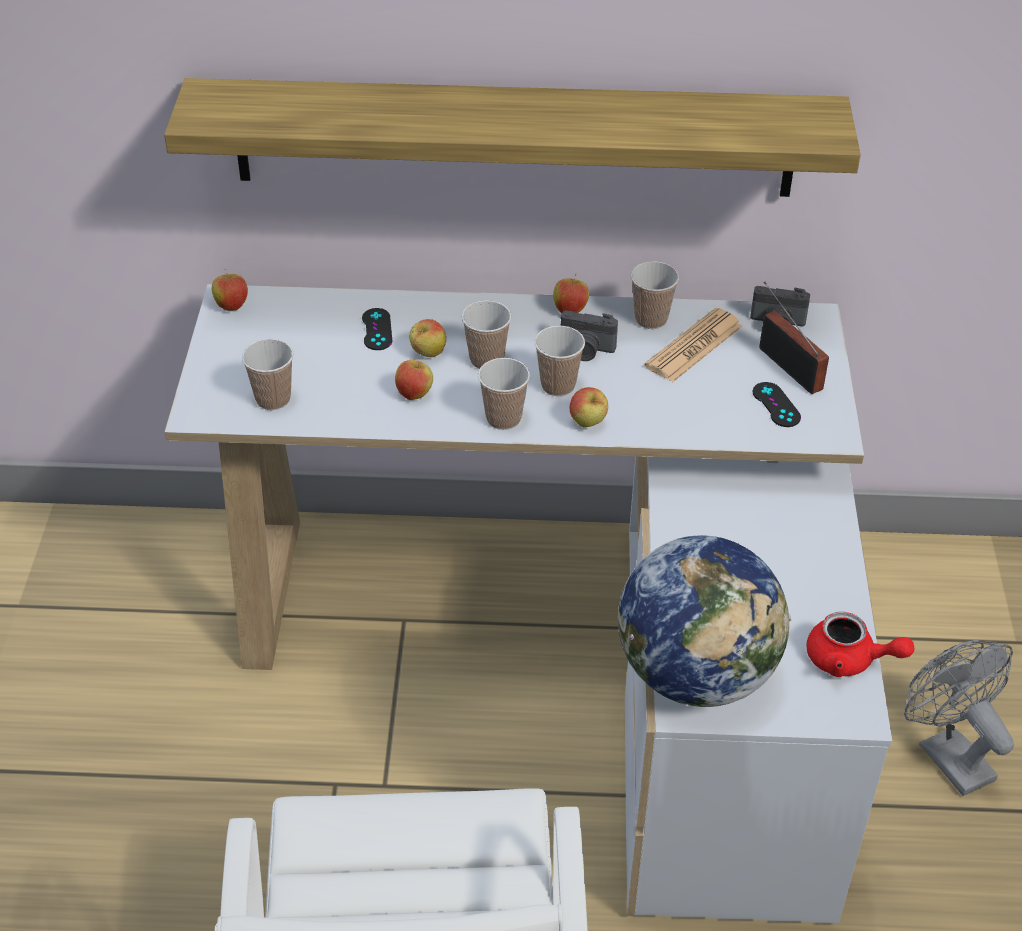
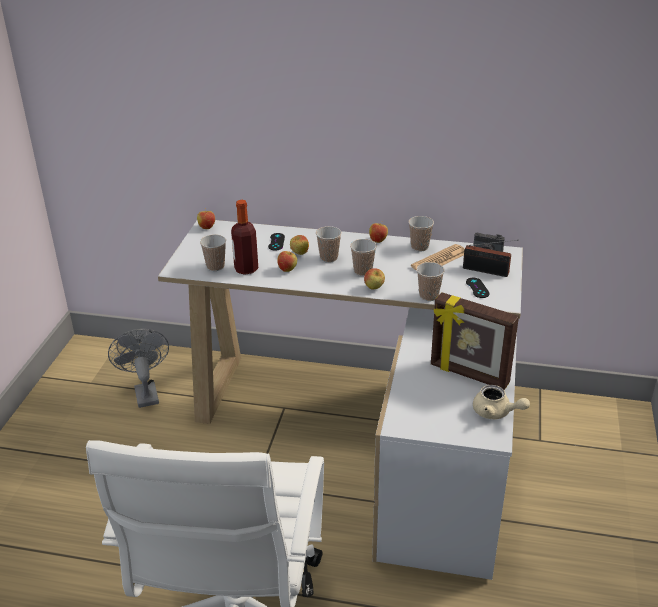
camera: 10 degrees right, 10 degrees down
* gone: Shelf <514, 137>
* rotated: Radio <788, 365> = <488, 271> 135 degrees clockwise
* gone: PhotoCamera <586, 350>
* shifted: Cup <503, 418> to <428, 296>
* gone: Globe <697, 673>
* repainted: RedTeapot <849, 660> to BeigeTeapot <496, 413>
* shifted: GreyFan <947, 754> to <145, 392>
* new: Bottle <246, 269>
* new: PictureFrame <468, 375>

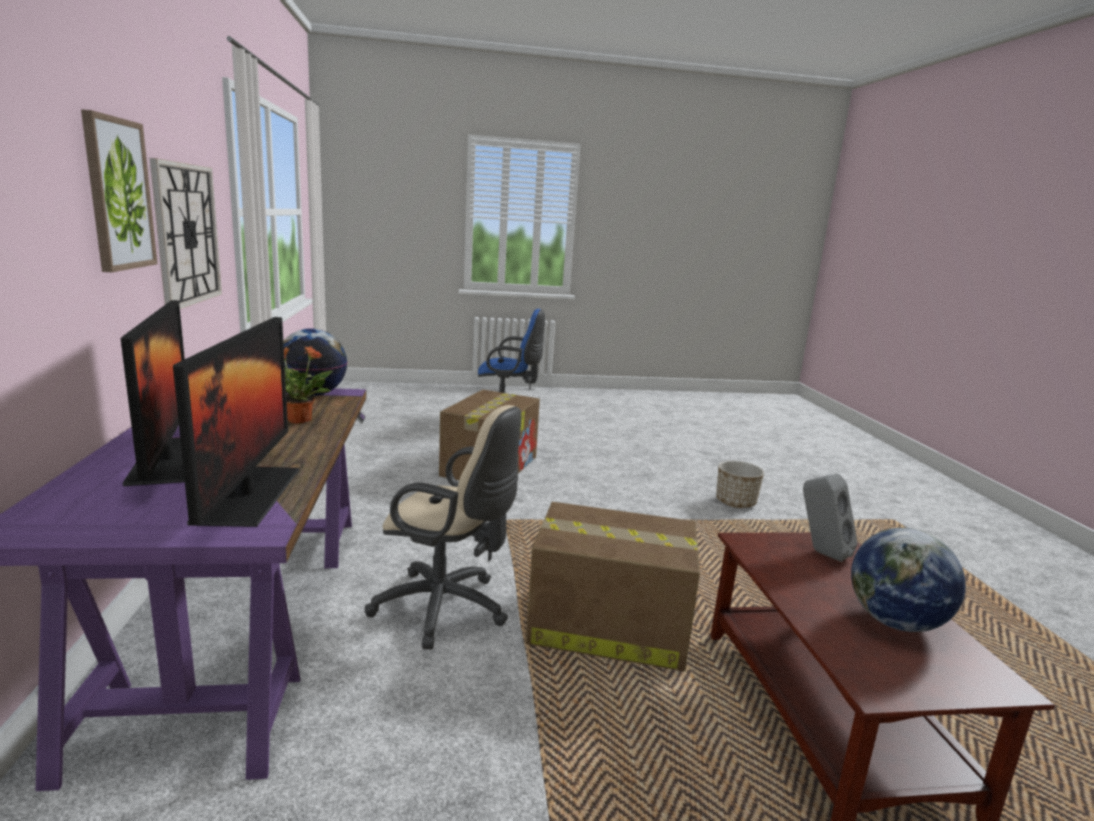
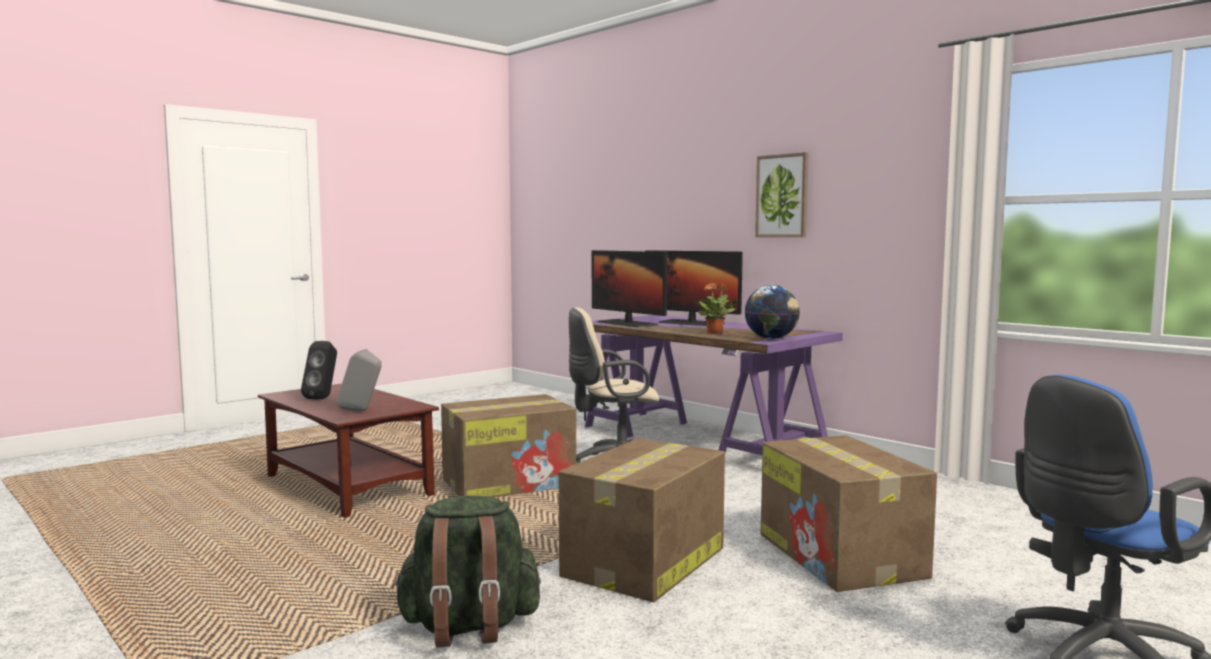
camera: 145 degrees right, 10 degrees down
* gone: WallClock <187, 234>
* swapped: Planter <735, 502> to GreenBackpack <469, 627>
* swapped: Globe <894, 622> to BlackSpeaker <323, 398>
* new: CardboardBox <643, 563>

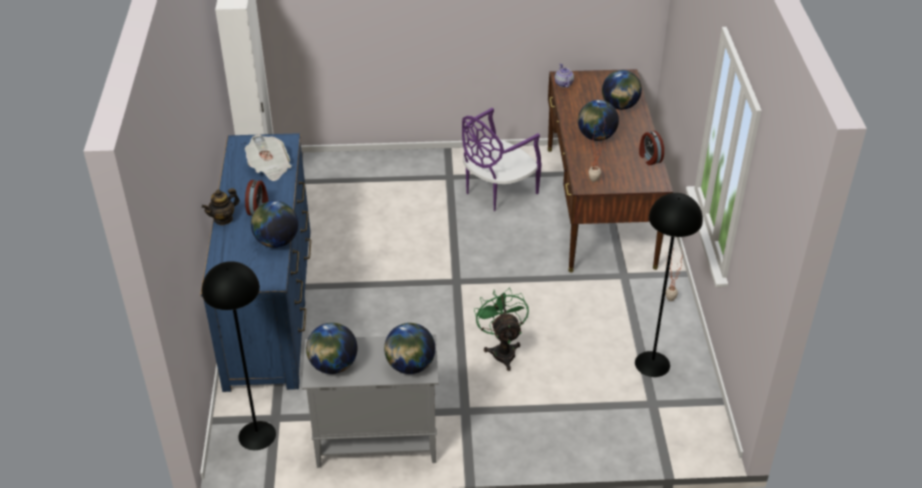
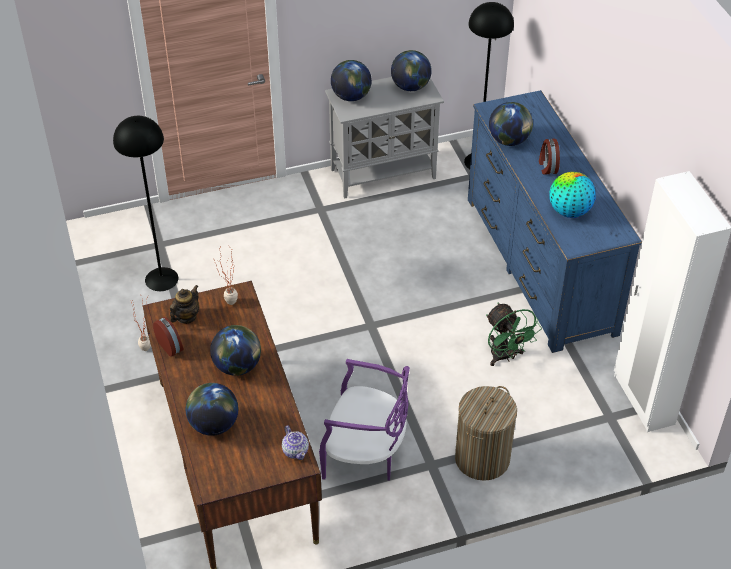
camera: 165 degrees right, 5 degrees up
* rotated: PurpleChair <497, 191> = <365, 455> 75 degrees clockwise
* swapped: Newspaper <269, 167> to Globe <569, 211>
* shifted: Teapot <223, 219> to <186, 317>
* shifted: GreenFan <502, 350> to <505, 356>
* new: LaundryBasket <482, 458>

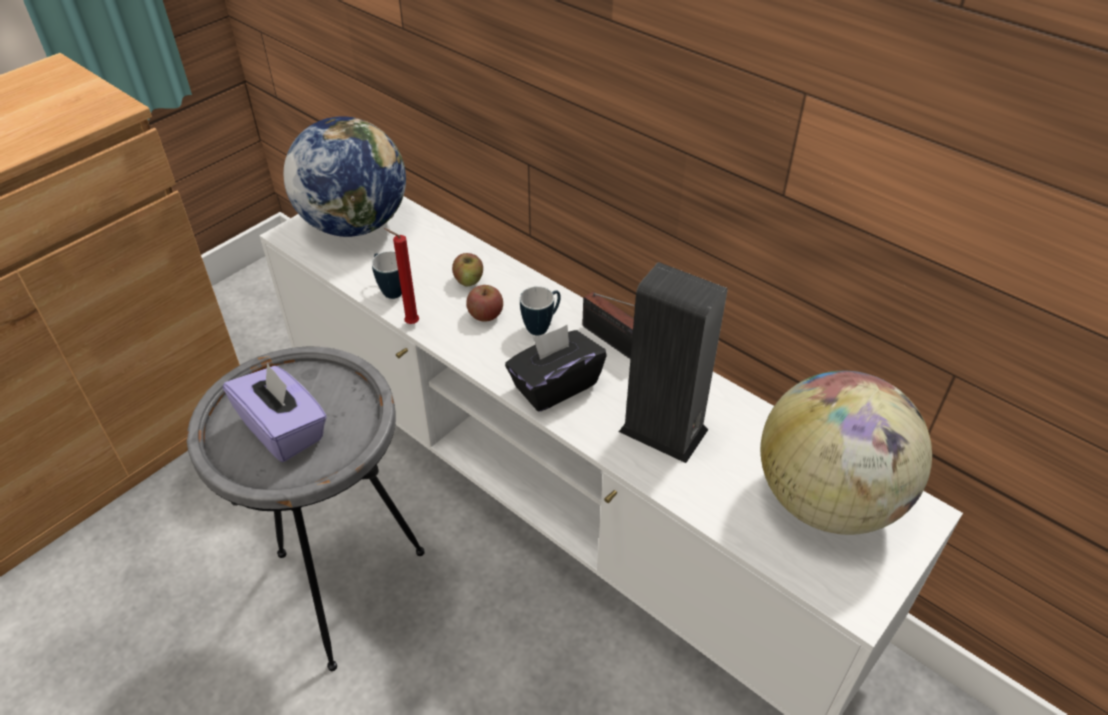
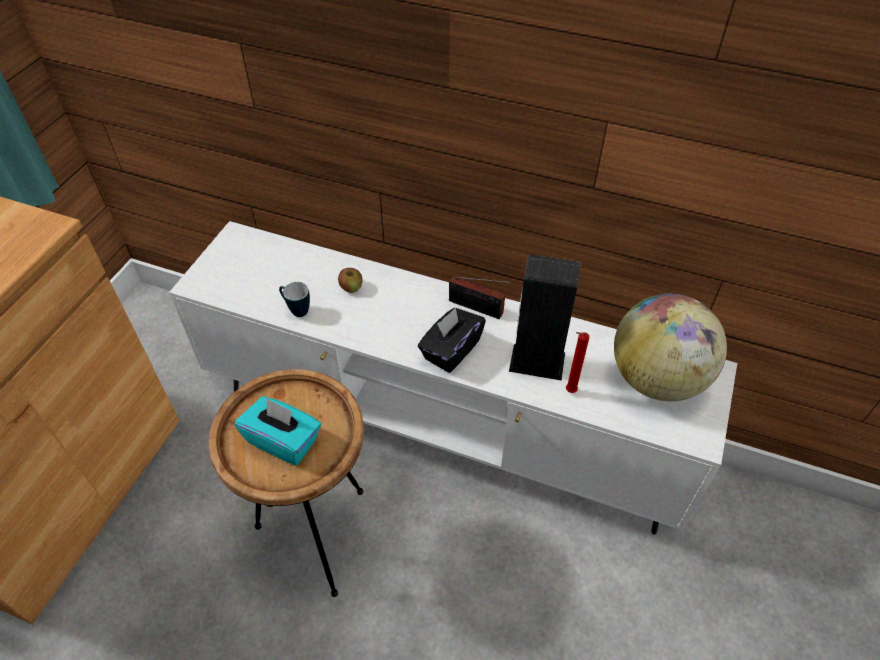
camera: 20 degrees left, 5 degrees up
* gone: Globe <354, 224>
* shifted: RedCandle <410, 323> to <569, 391>
* gone: Apple <485, 315>
* gone: Mug <542, 326>
* repainted: GreySideTable <346, 588> to BrownSideTable <318, 535>
* repainted: PurpleTissueBox <284, 429> to TurquoiseTissueBox <283, 441>

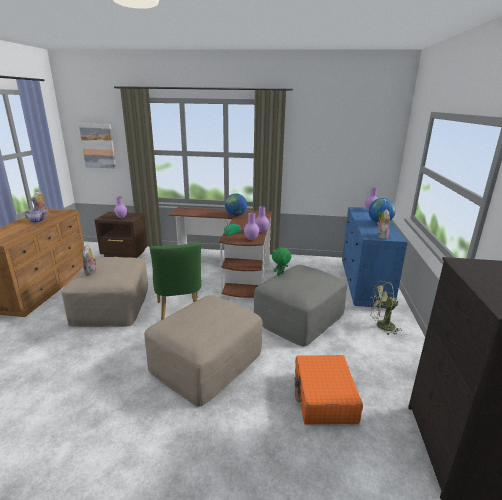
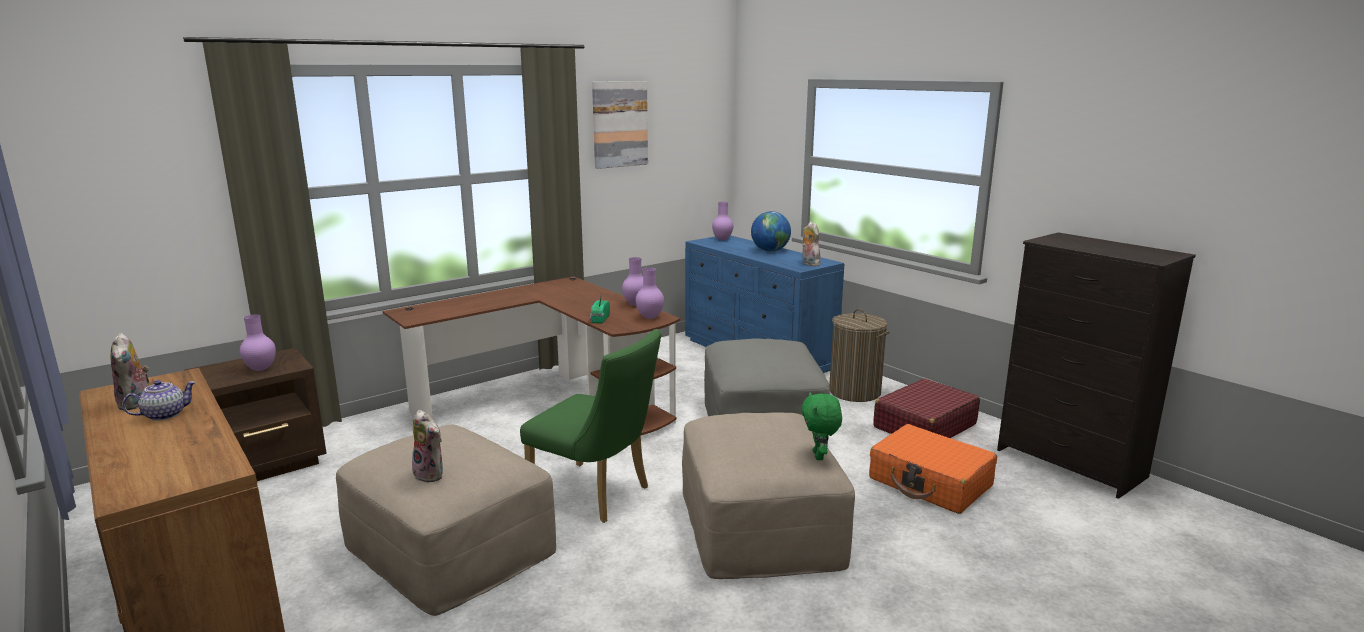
camera: 45 degrees left, 5 degrees down
* shifted: Picture <98, 146> to <619, 124>
* gone: Globe <235, 215>
* shifted: GreenPlushToy <280, 274> to <819, 456>
* swapped: GreenFan <381, 326> to LaundryBasket <855, 392>
* new: RedSuitcase <924, 426>

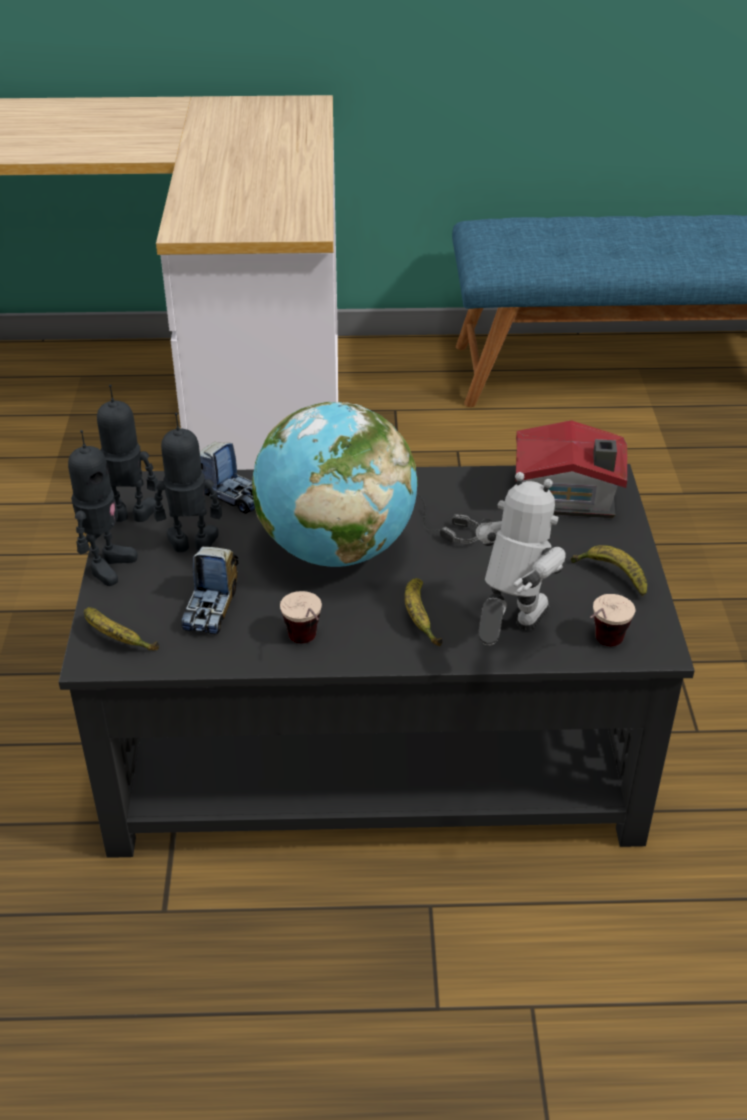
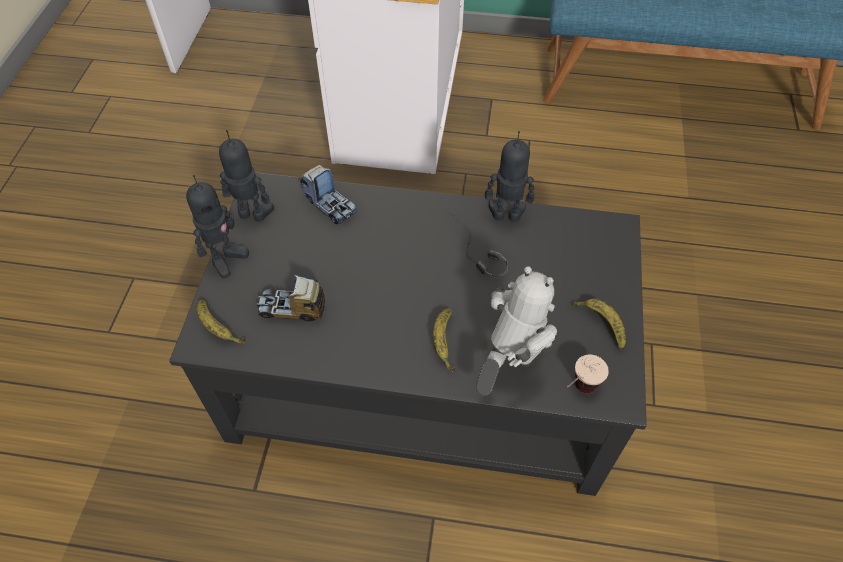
camera: 10 degrees right, 15 degrees up
* gone: Globe <336, 549>
* shifted: ToyRobot <192, 545> to <506, 215>
* gone: ToyHouse <568, 498>
* rotated: ToyTruck <212, 607> = <292, 309> 75 degrees clockwise
* gone: Cup <307, 645>

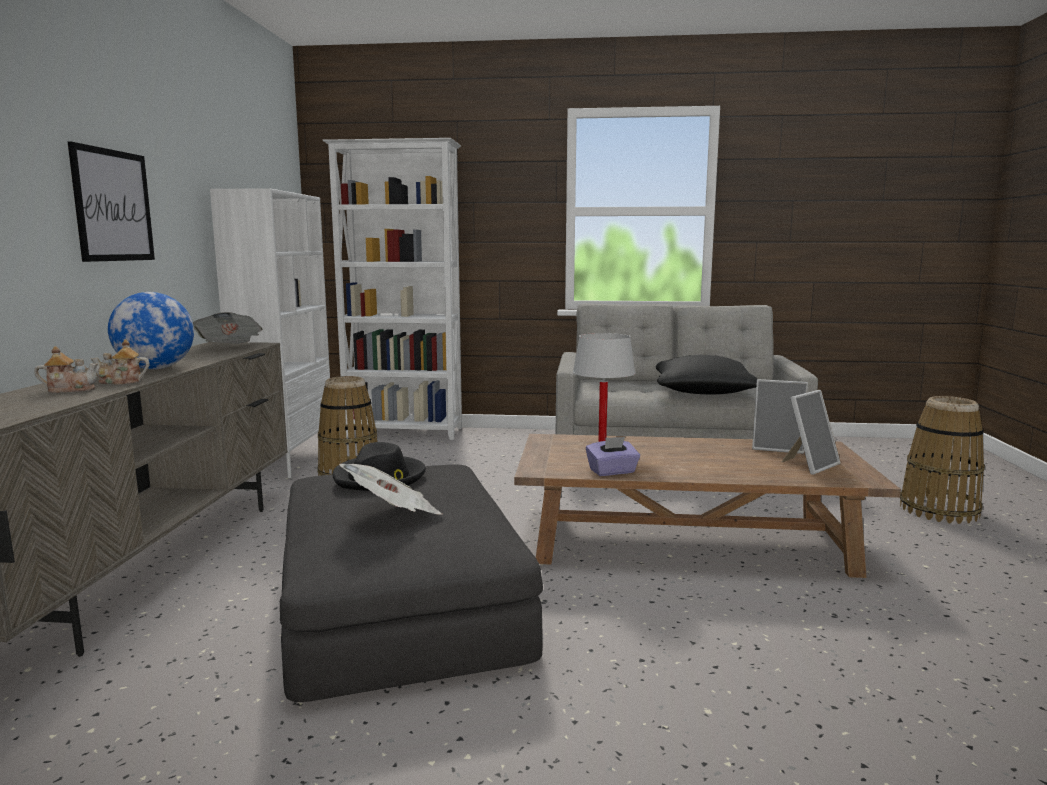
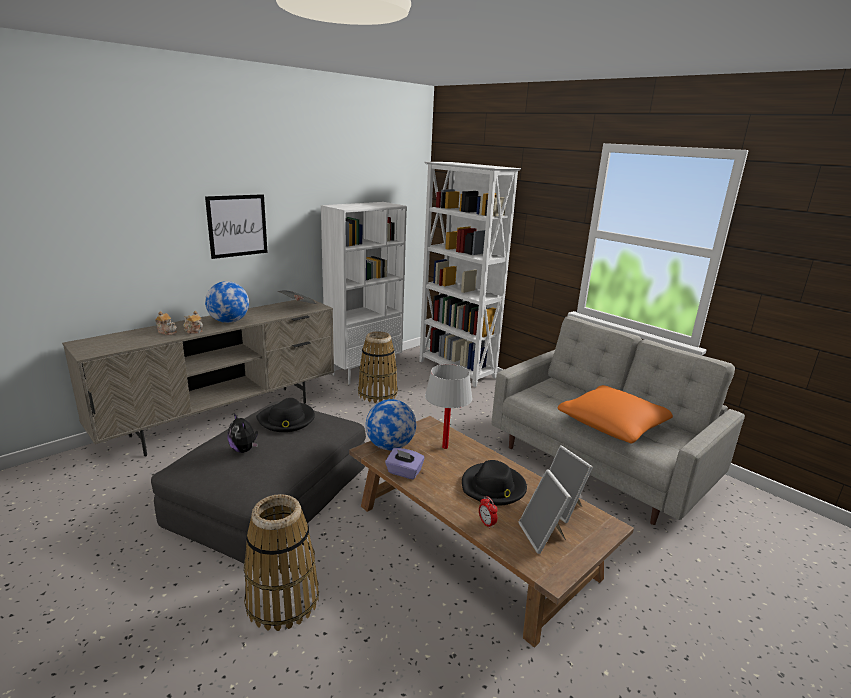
camera: 40 degrees right, 10 degrees up
* repainted: BlackPillow <702, 392> to OrangePillow <612, 425>
* rotated: PictureFrame <809, 465> = <542, 536> 75 degrees clockwise
* shifted: Basket <938, 510> to <283, 600>
* swapped: Newspaper <393, 513> to PlushToy <244, 450>
* new: Globe <390, 446>
* new: BlackHat <493, 487>
* new: AlarmClock <486, 523>

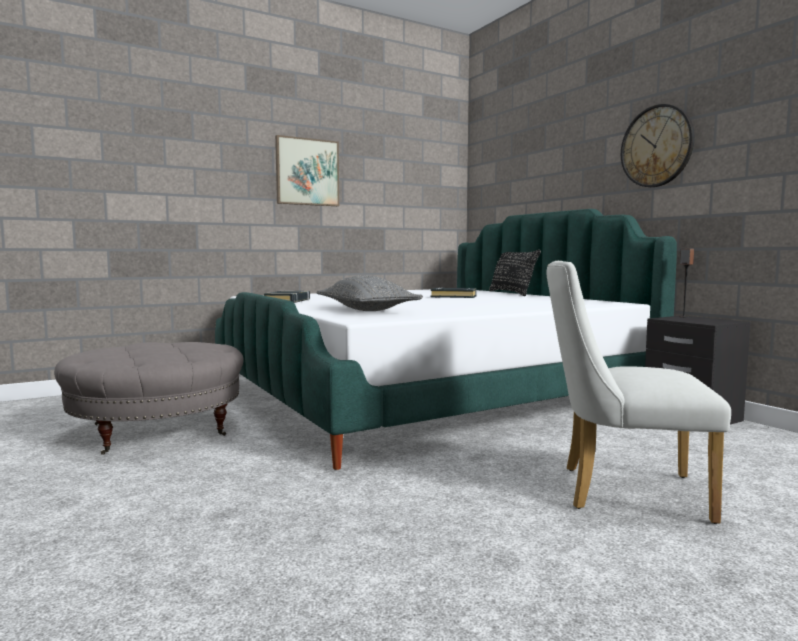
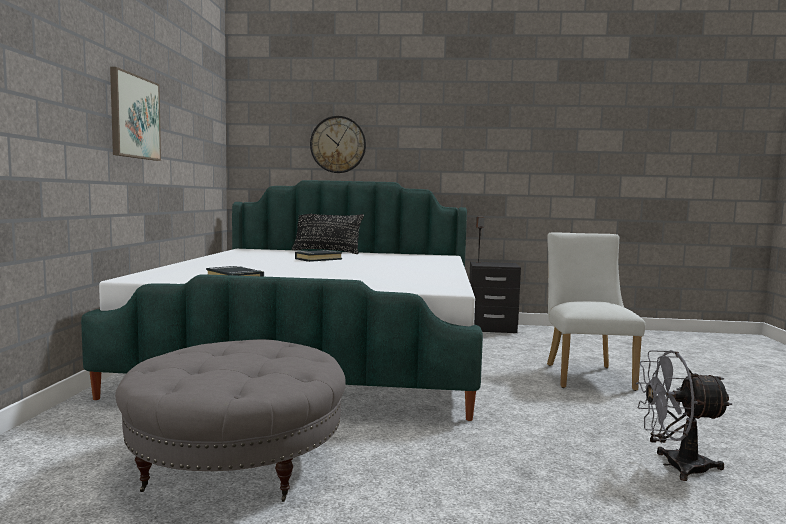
camera: 55 degrees left, 0 degrees up
* shifted: WallClock <656, 146> to <338, 144>
* rotated: WhiteChair <620, 491> = <585, 374> 135 degrees clockwise
* gone: GreyPillow <366, 310>
* new: GreyFan <675, 466>

